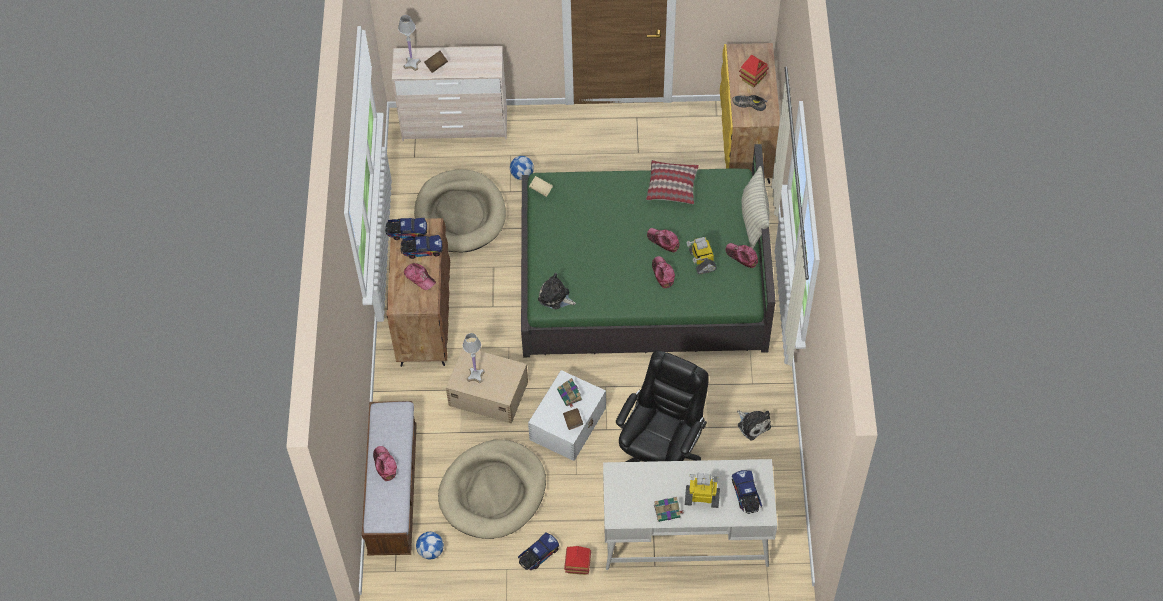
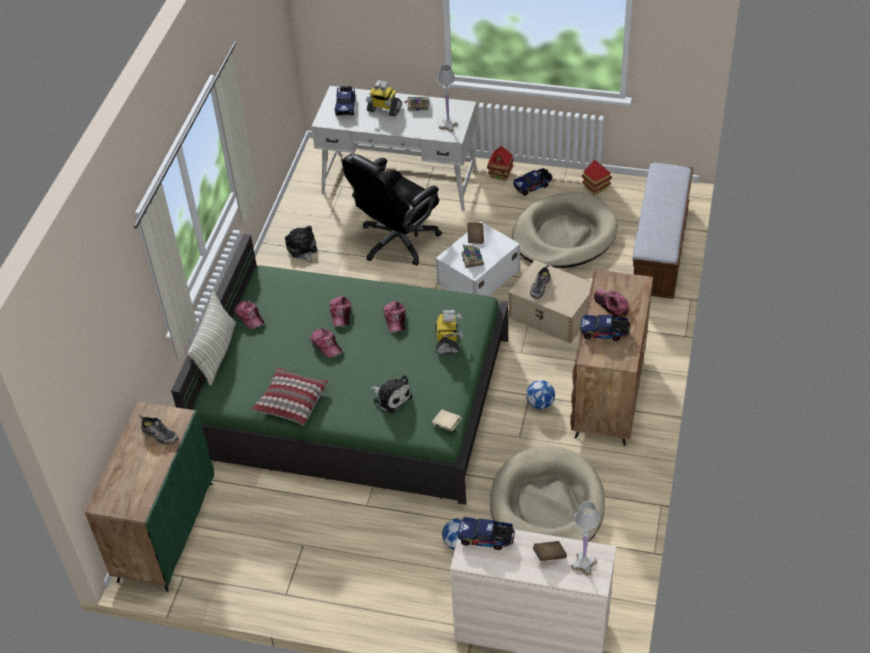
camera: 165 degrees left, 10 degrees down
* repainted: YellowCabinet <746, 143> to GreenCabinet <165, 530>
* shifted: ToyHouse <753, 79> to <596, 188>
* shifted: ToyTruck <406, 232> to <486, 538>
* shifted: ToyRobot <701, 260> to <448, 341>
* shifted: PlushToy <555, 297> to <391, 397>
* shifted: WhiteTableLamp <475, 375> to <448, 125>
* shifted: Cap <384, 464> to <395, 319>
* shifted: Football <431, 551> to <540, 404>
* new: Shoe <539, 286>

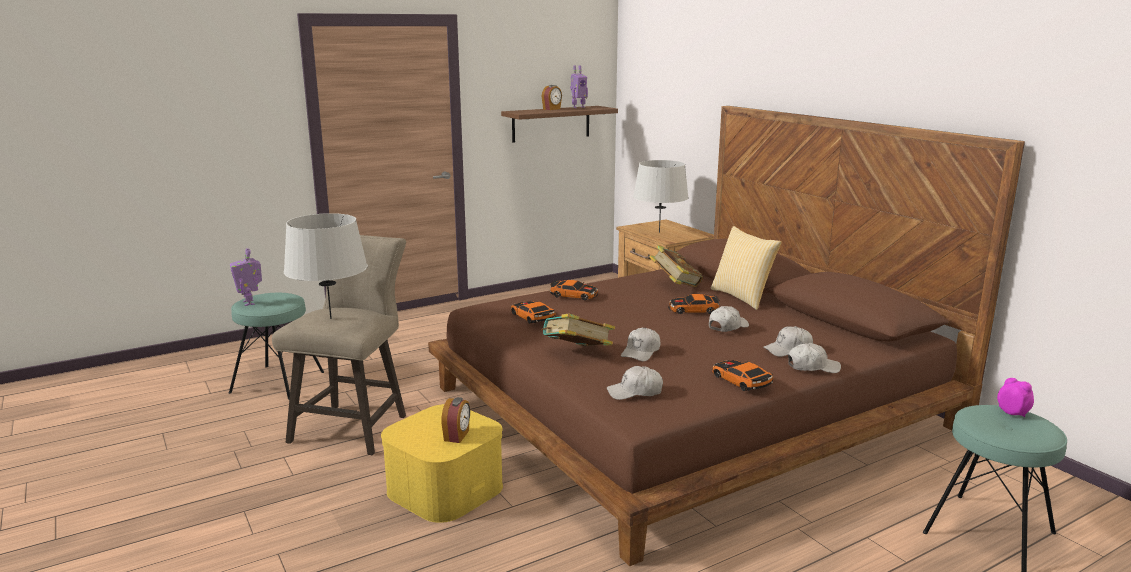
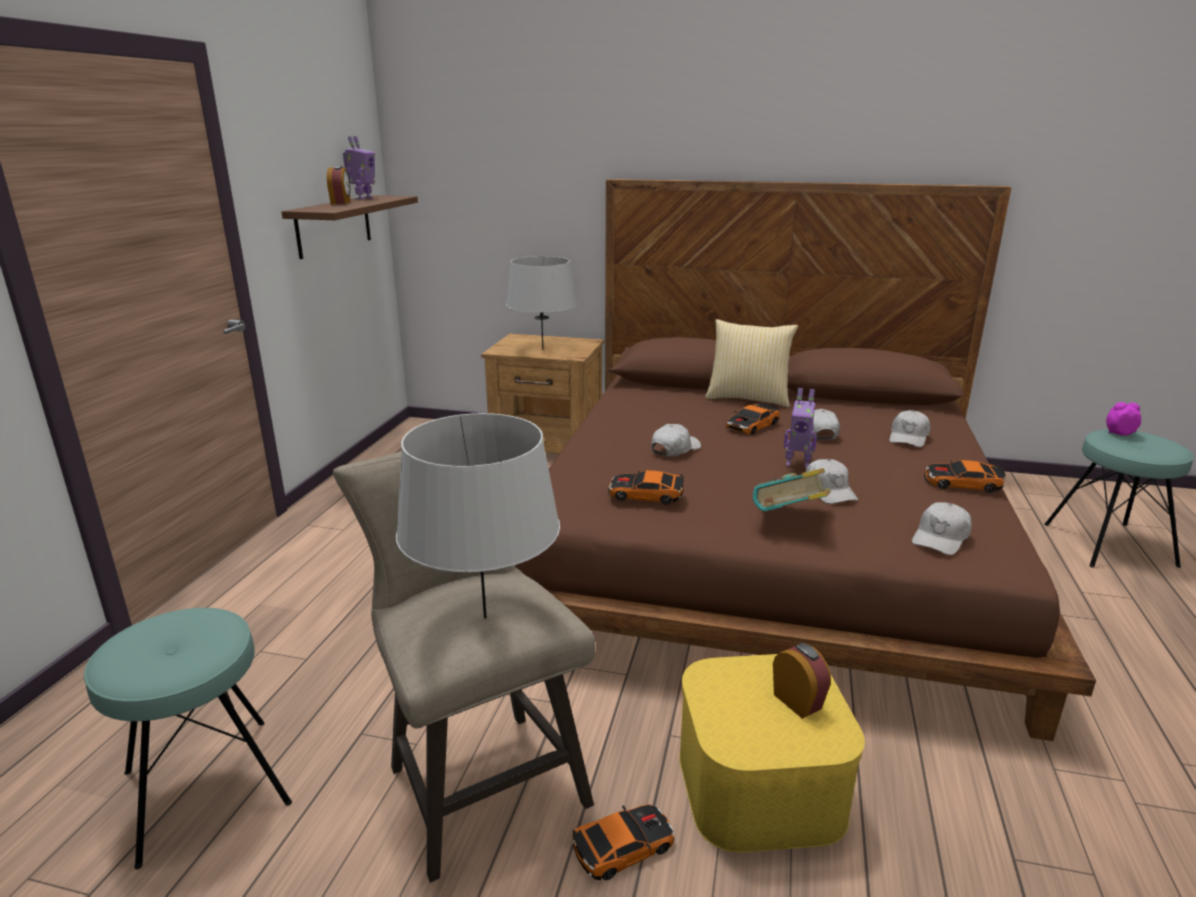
camera: 45 degrees left, 5 degrees up
* gone: Book <675, 285>
* shifted: ToyRobot <250, 302> to <797, 463>
* shifted: ToyCar <574, 295> to <623, 846>
* shifted: WhiteCap <812, 367> to <675, 449>

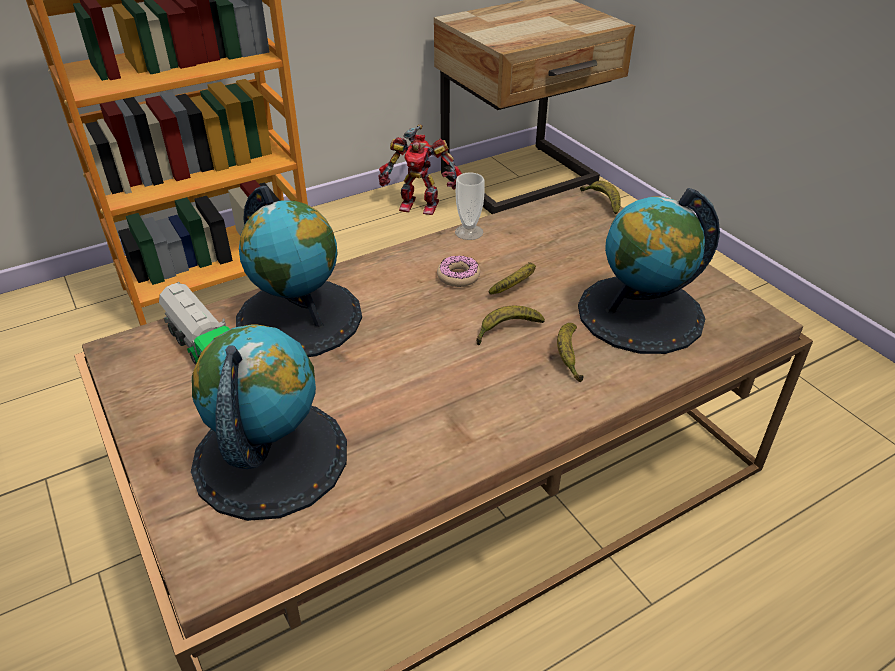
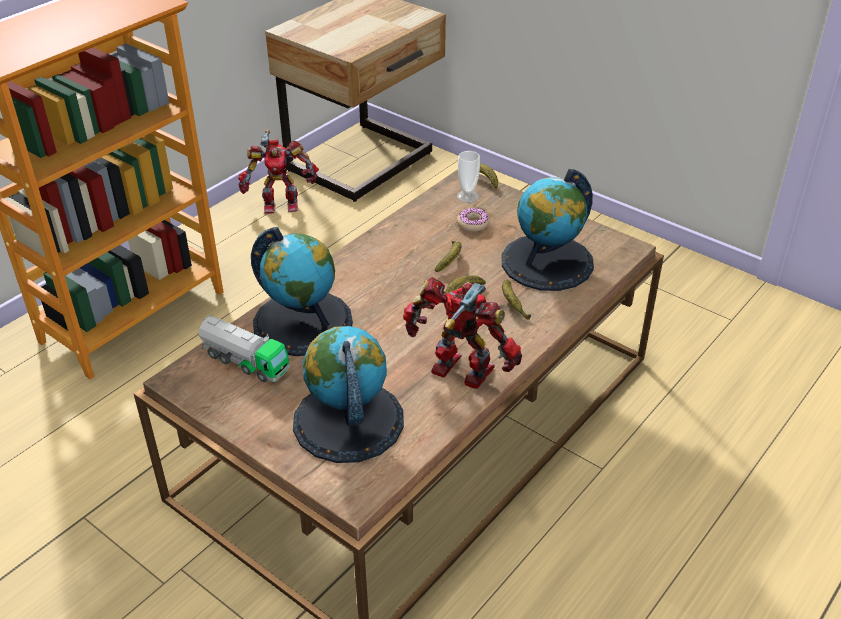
camera: 20 degrees left, 0 degrees up
* shifted: Cup <469, 232> to <467, 196>
* shifted: Donut <458, 276> to <472, 223>
* new: ToyRobot <460, 373>

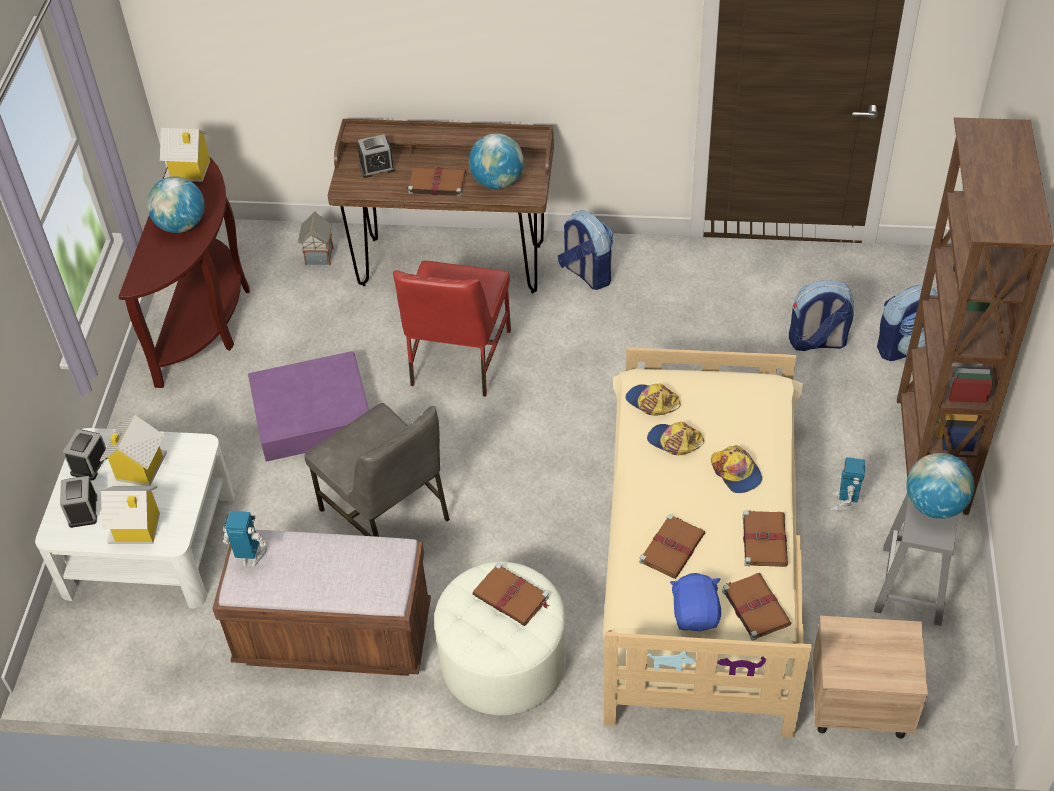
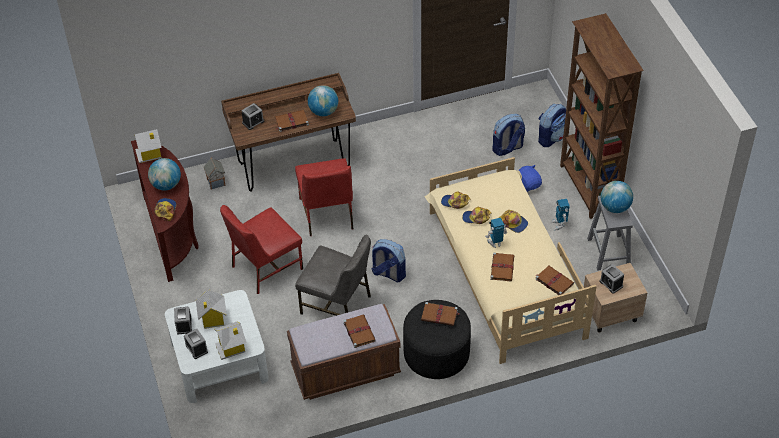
camera: 25 degrees left, 0 degrees up
* shifted: Backpack <586, 274> to <388, 273>
* swapped: PurpleStorageBox <312, 414> to RedChair <265, 267>
* shifted: BrownBook <764, 539> to <359, 331>
* shifted: ToyRobot <251, 557> to <495, 243>
* repainted: WhiteOttoman <503, 662> to BlackOttoman <436, 353>
* shifted: BluePlushToy <696, 614> to <528, 184>
* new: Cap <165, 210>
* new: AlarmClock <611, 284>

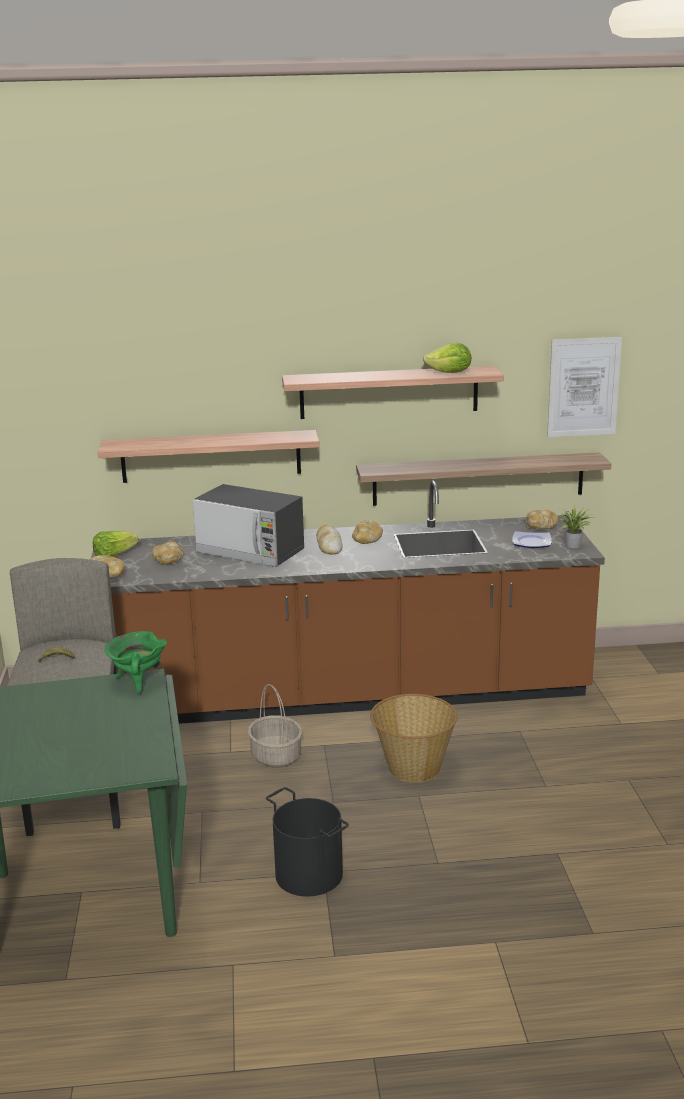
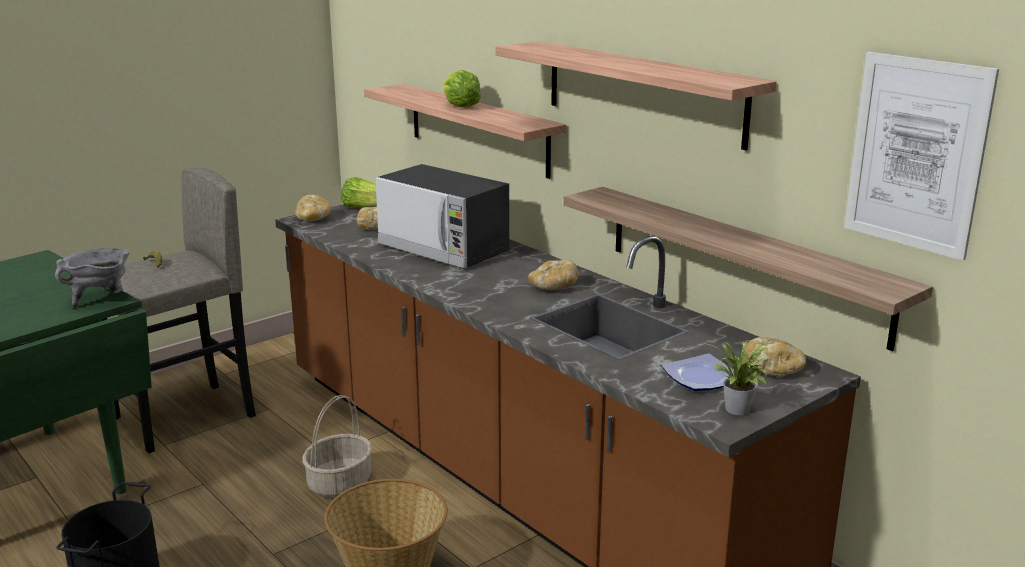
camera: 55 degrees right, 0 degrees up
* shifted: Lettuce <450, 373> to <460, 107>
* rotated: Microwave <251, 552> = <444, 249> 45 degrees counterclockwise
* gone: Bread <329, 545>
* repainted: GreenCookingPot <138, 682> to GreyCookingPot <101, 299>

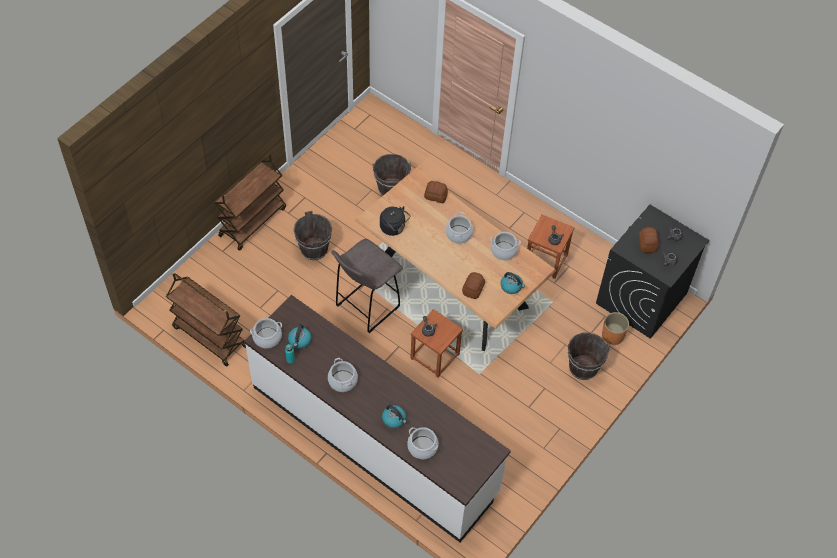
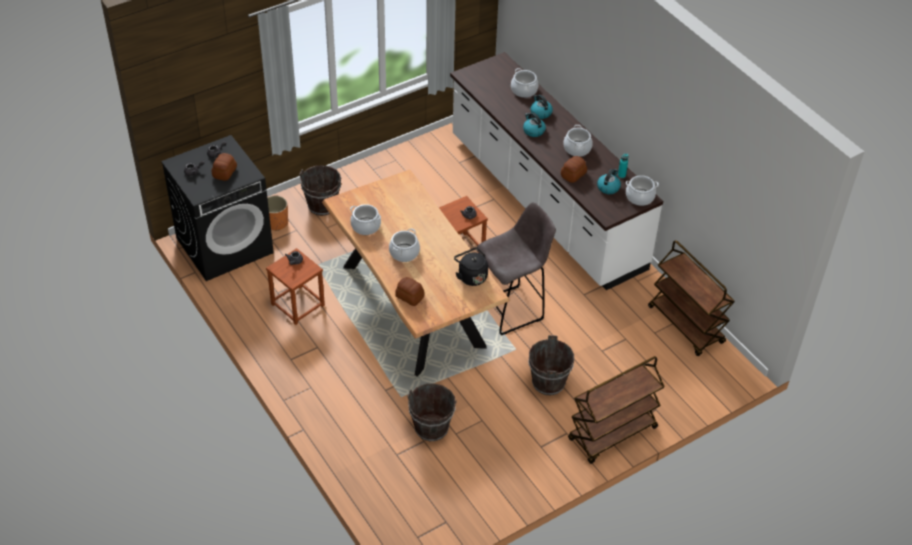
camera: 160 degrees left, 10 degrees down
* shifted: Bread <473, 289> to <573, 175>
* shifted: Kettle <511, 286> to <533, 131>

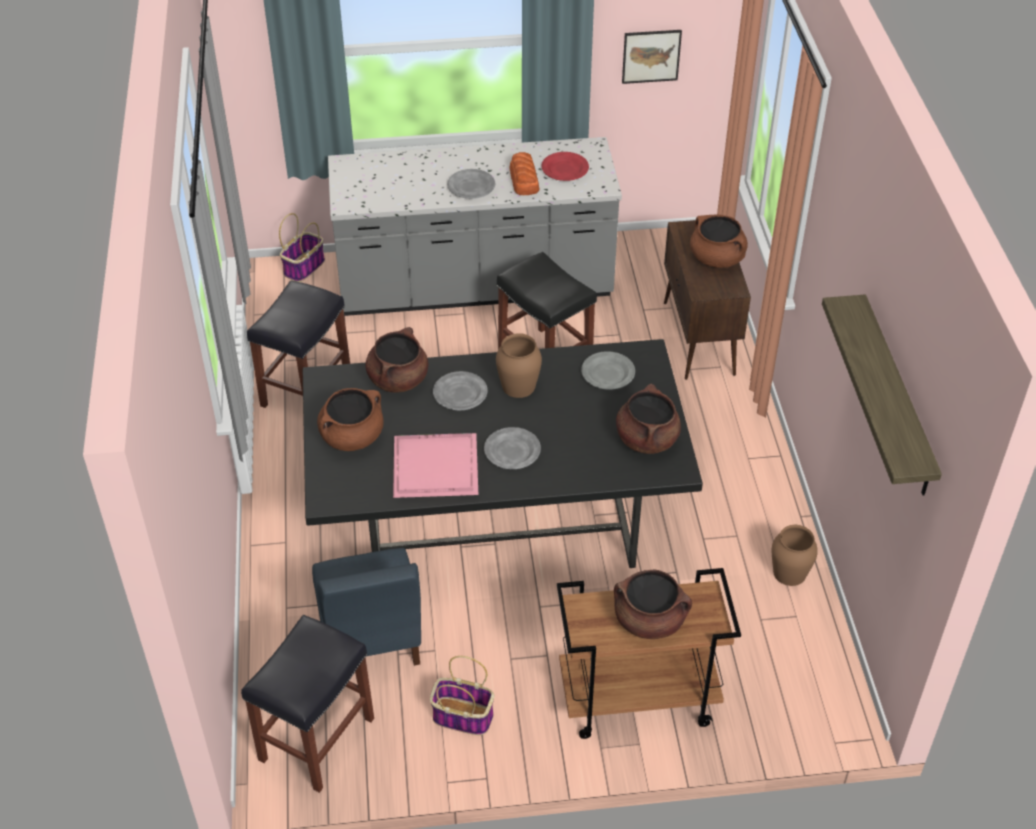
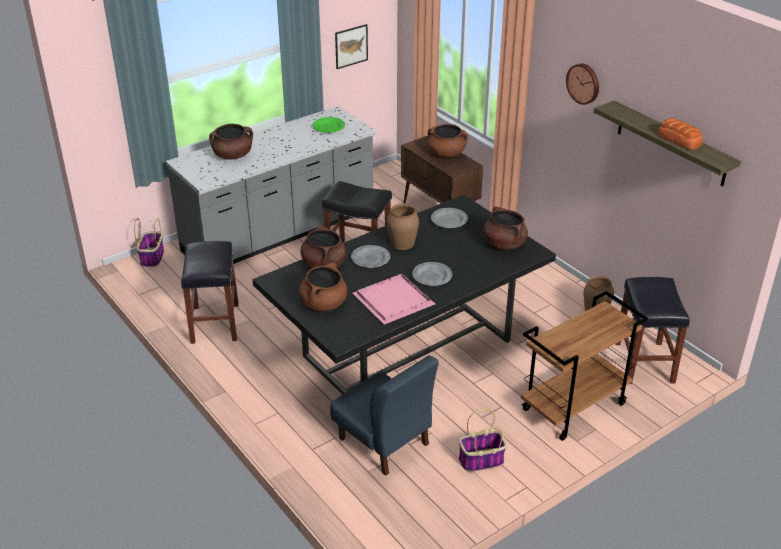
camera: 30 degrees left, 10 degrees down
* shifted: Bread <524, 180> to <679, 140>
* repainted: RedPlate <565, 169> to GreenPlate <329, 127>
* gone: GreyPlate <471, 186>
* shifted: BrownCookingPot <650, 620> to <233, 155>
* shifted: BlackStool <316, 740> to <645, 363>
* new: WallClock <584, 83>

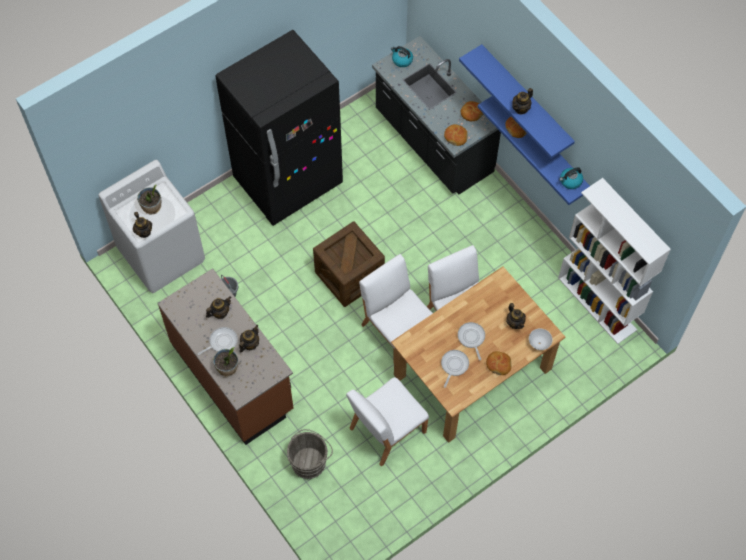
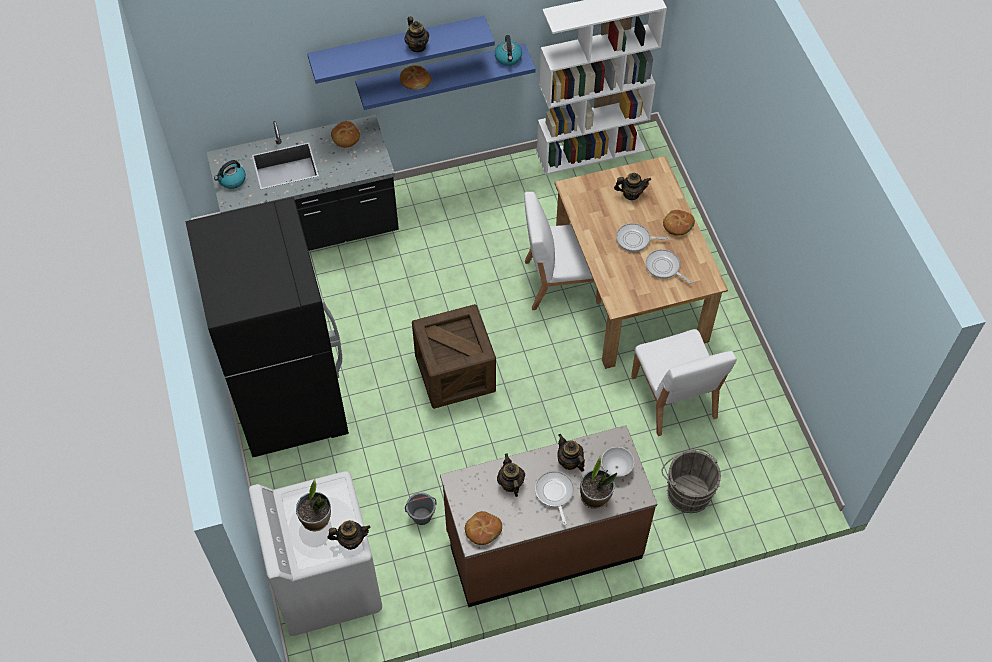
camera: 70 degrees left, 5 degrees down
* shifted: Bread <456, 137> to <482, 530>
* gone: WhiteChair <397, 330>
* shifted: WhiteBowl <539, 343> to <616, 468>

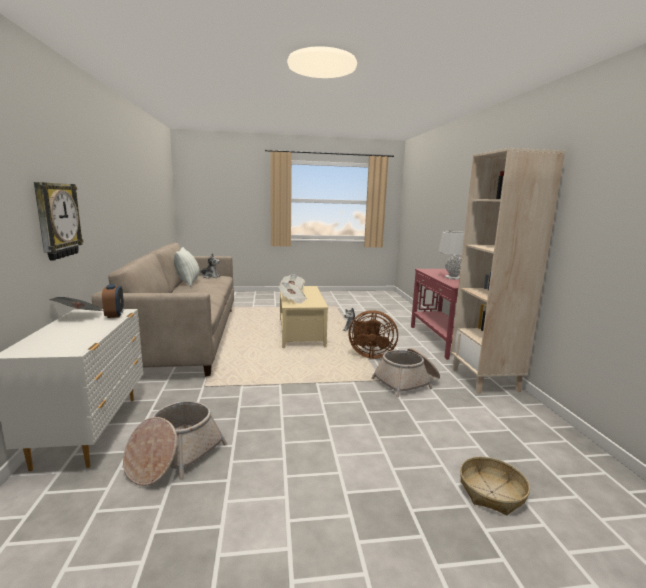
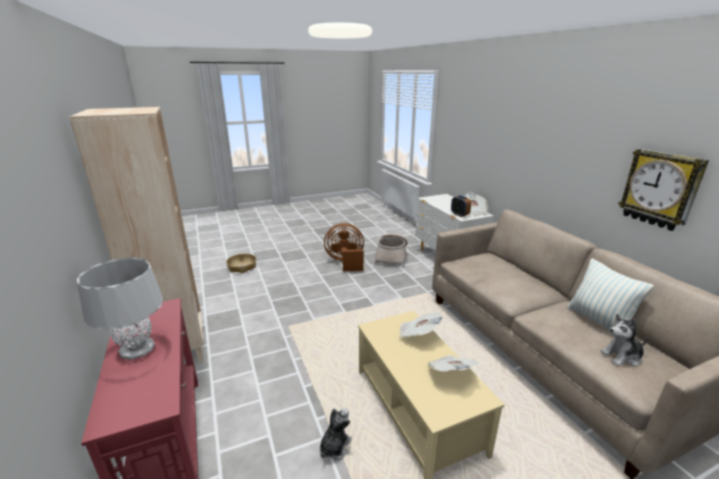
camera: 165 degrees right, 10 degrees up
* shifted: WallClock <56, 220> to <660, 189>
* shifted: BrownFan <370, 355> to <345, 262>
* gone: Basket <407, 382>

